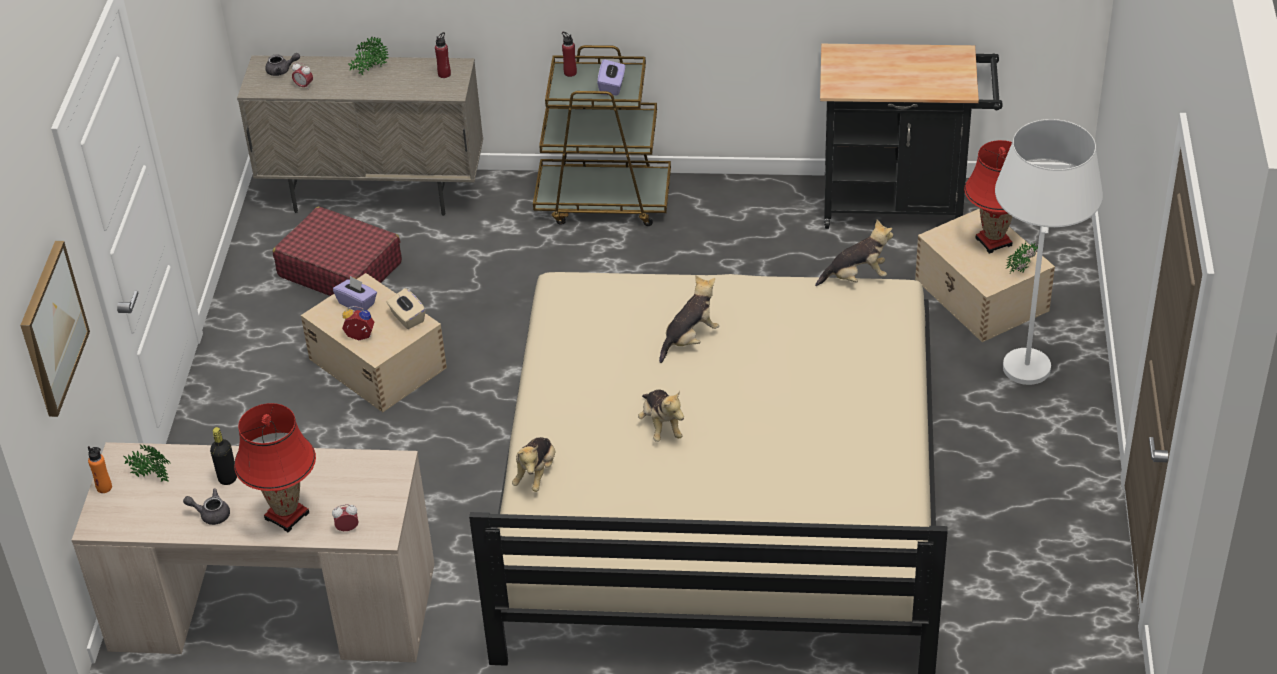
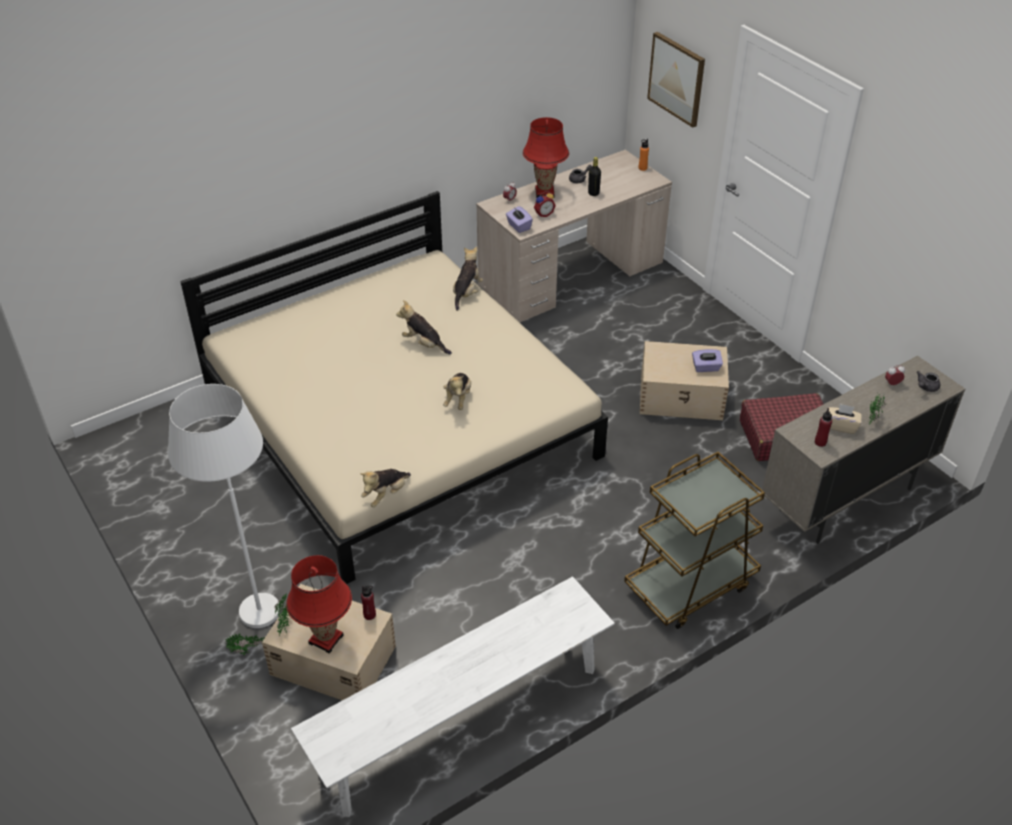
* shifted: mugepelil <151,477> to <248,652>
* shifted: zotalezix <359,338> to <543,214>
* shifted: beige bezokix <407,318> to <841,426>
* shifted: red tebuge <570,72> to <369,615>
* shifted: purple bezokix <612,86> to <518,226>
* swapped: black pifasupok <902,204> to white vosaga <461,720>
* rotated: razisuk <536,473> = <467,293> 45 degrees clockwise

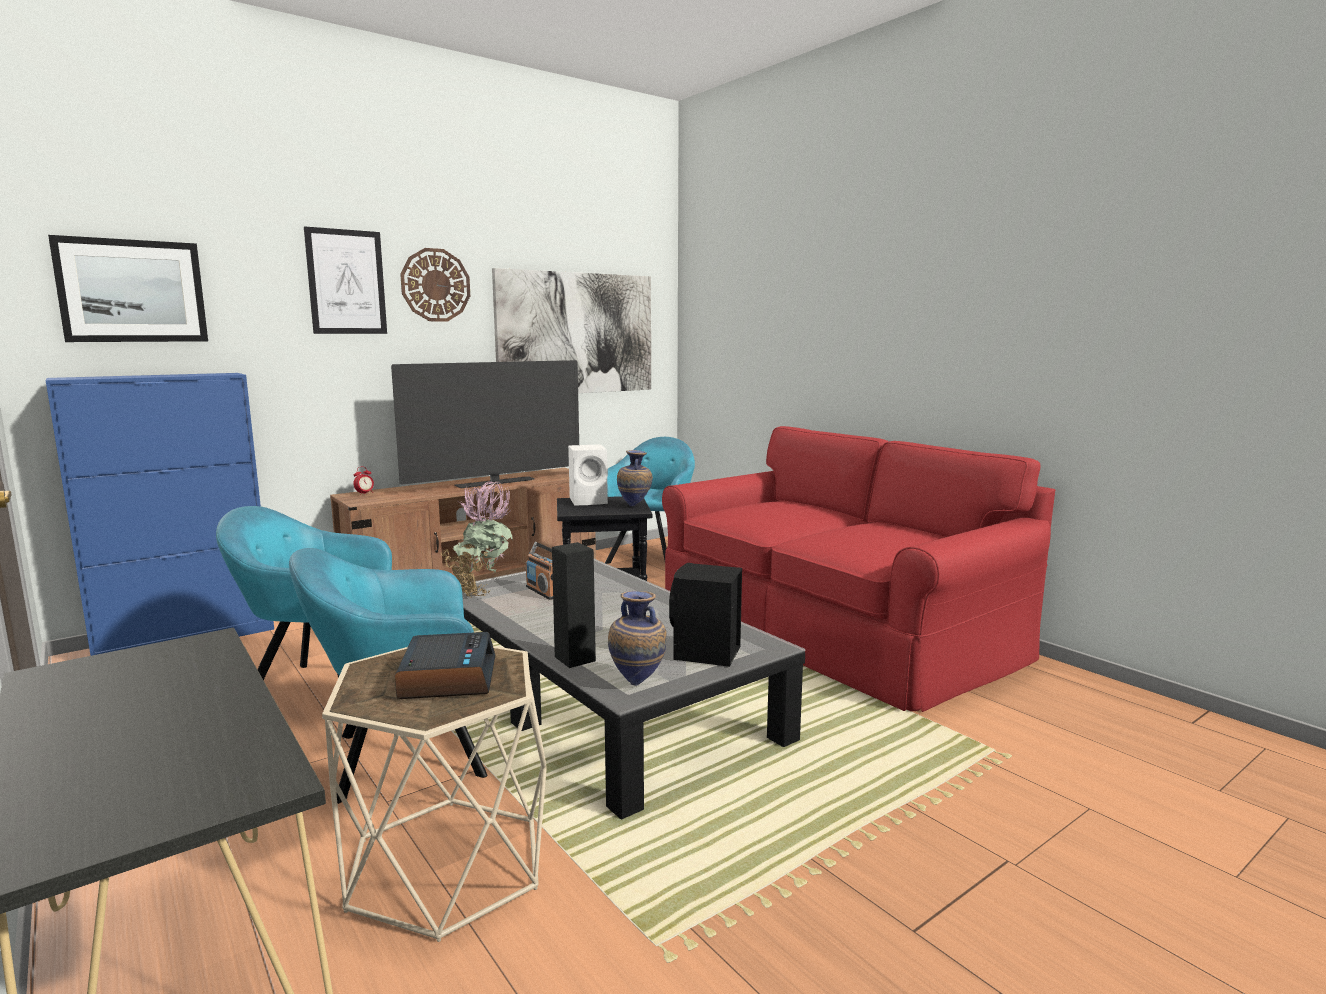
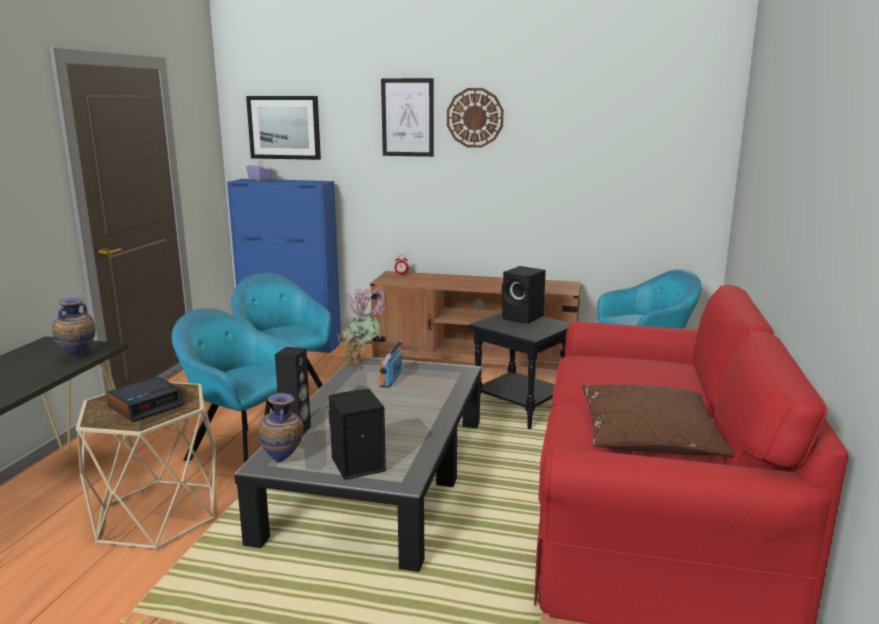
* gone: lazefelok <495,483>
* gone: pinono <576,333>
* new: purple bezokix <260,180>
* new: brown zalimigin <649,436>
* shifted: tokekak <635,506> to <78,358>
* repainted: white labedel <590,501> to black labedel <523,318>

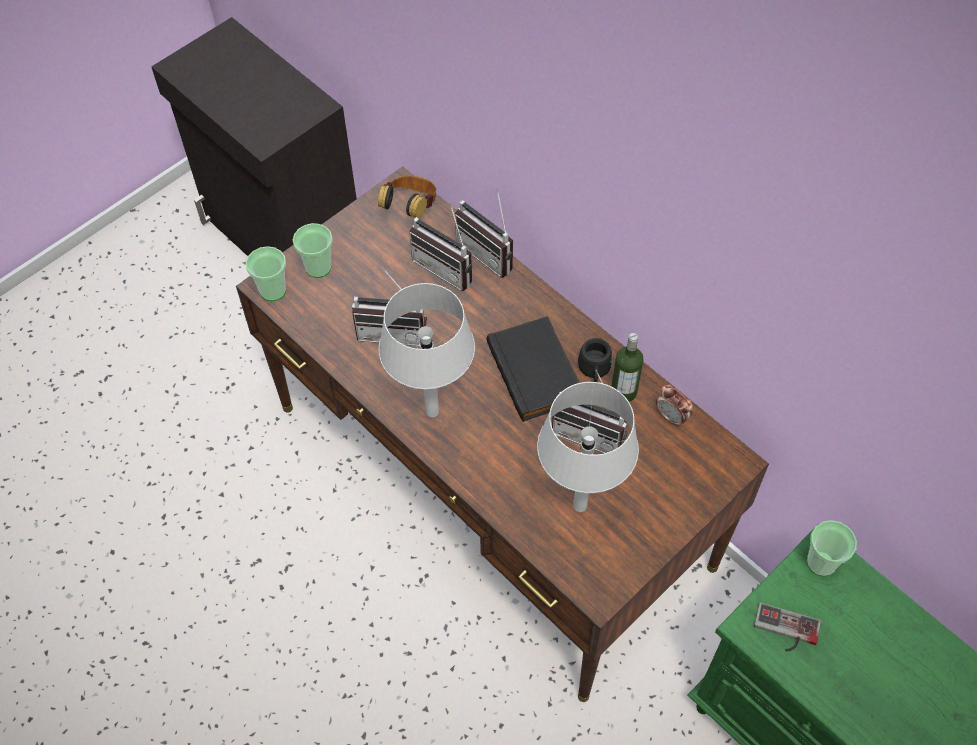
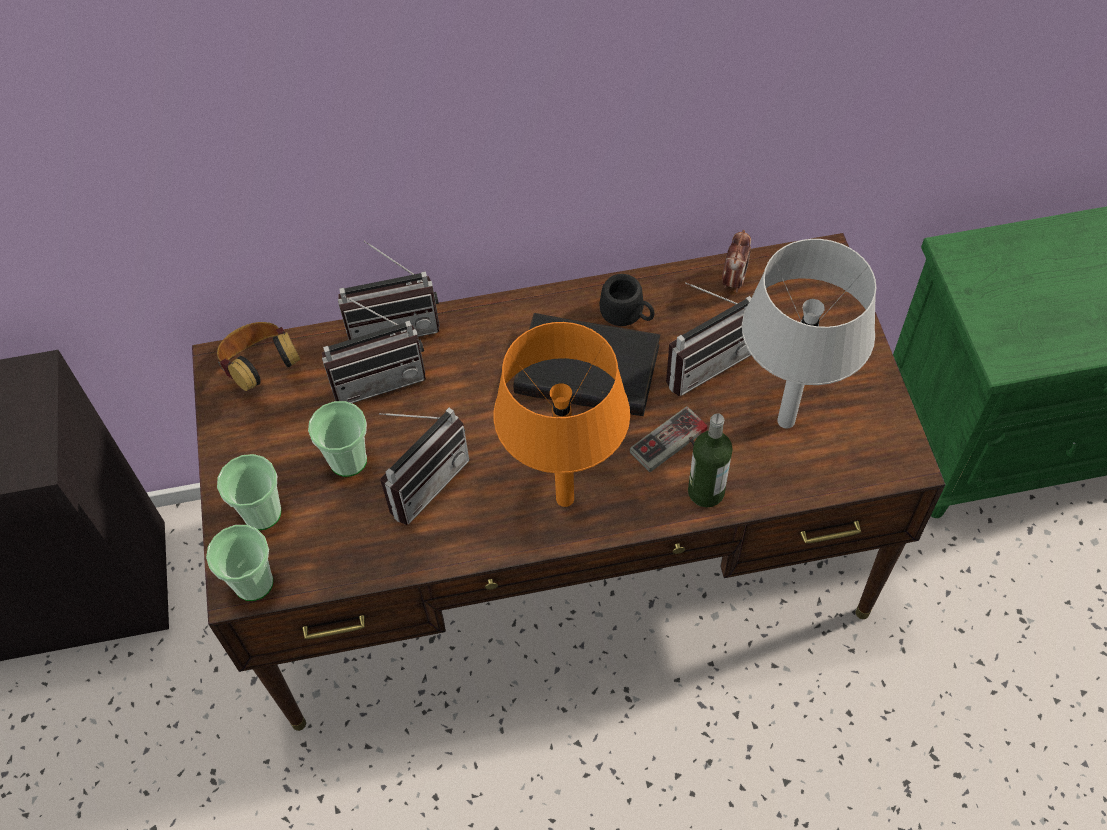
* shifted: tebuge <624,391> to <706,491>
* shifted: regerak <785,631> to <674,447>
* shifted: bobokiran <821,562> to <348,460>
* repainted: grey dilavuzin <431,410> to orange dilavuzin <563,498>
* rotated: zotalezix <672,417> = <733,280> 60 degrees counterclockwise

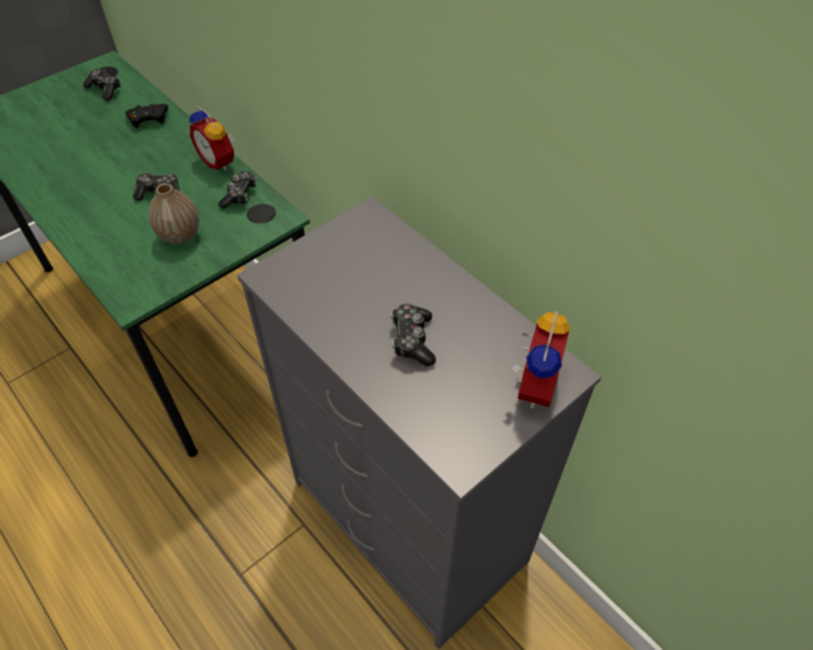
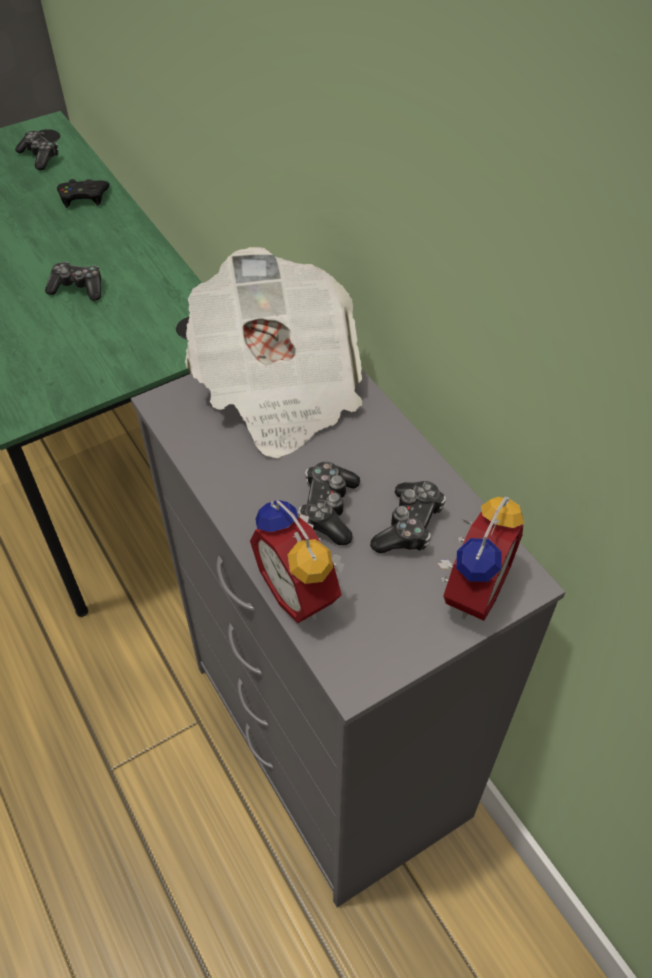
* gone: tokekak <180,235>
* new: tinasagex <277,388>
* shifted: zotalezix <219,161> to <302,591>
* shifted: regerak <239,195> to <409,525>

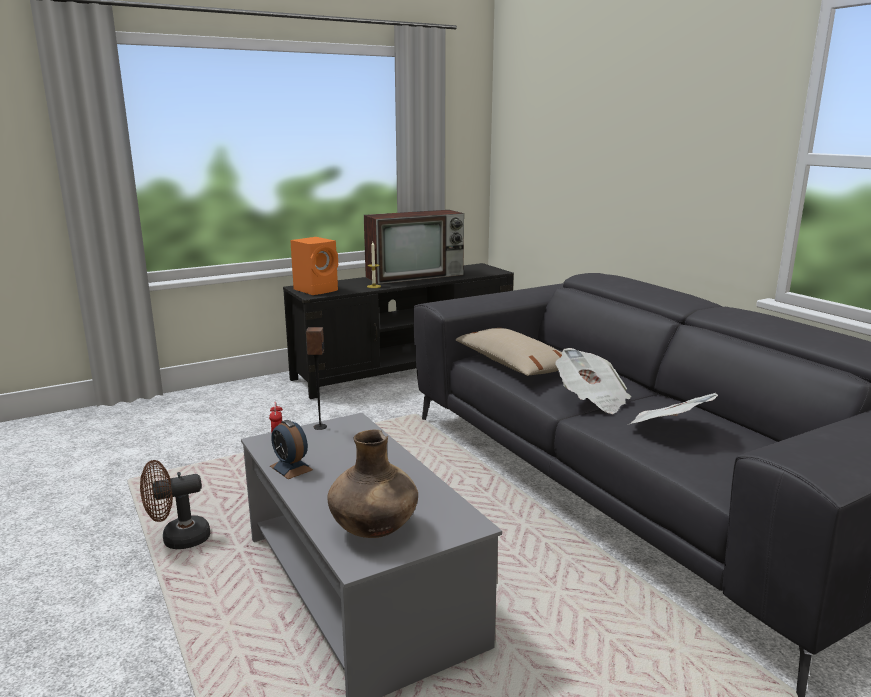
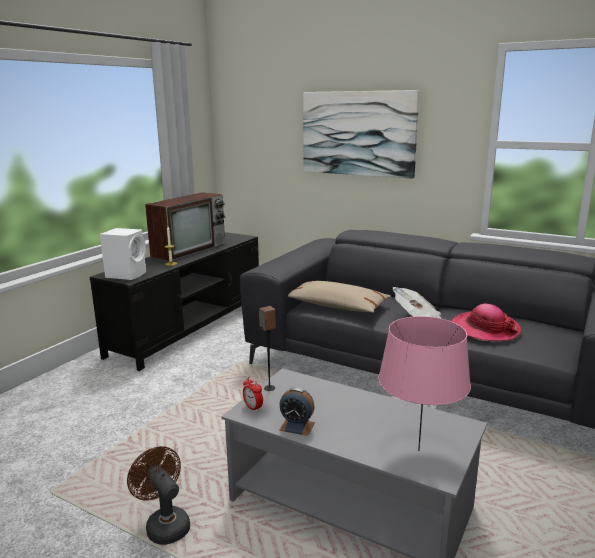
* new: pinono <358,133>
* swapped: brown tokekak <374,530> to pink dilavuzin <419,451>
* swapped: tinasagex <668,429> to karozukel <485,329>
* repainted: orange labedel <317,290> to white labedel <127,274>
* rotated: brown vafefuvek <178,539> = <164,525> 105 degrees clockwise

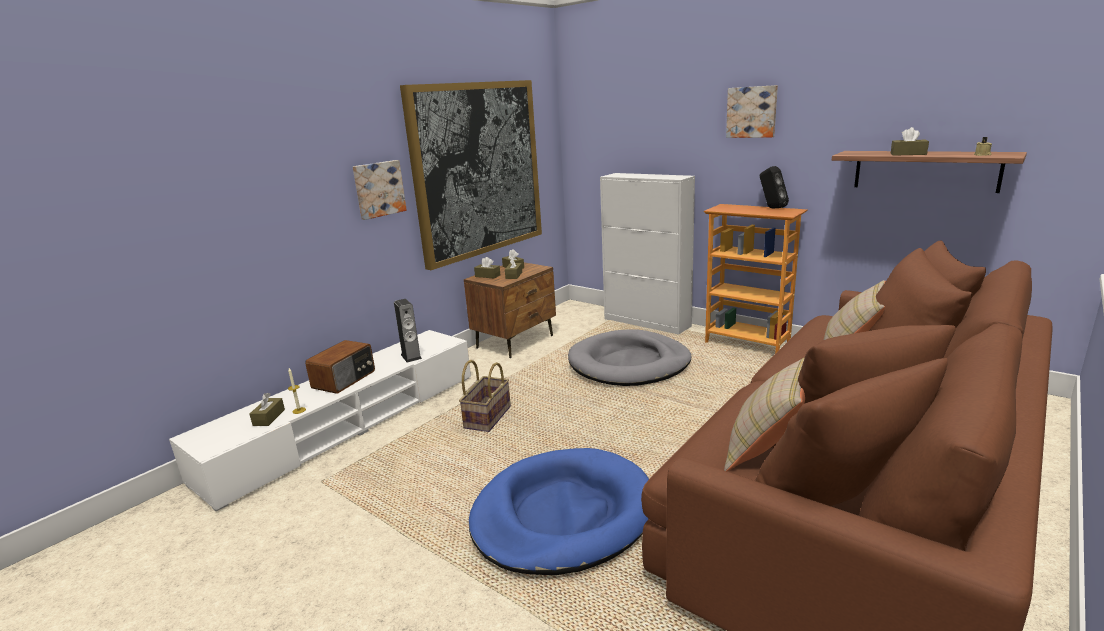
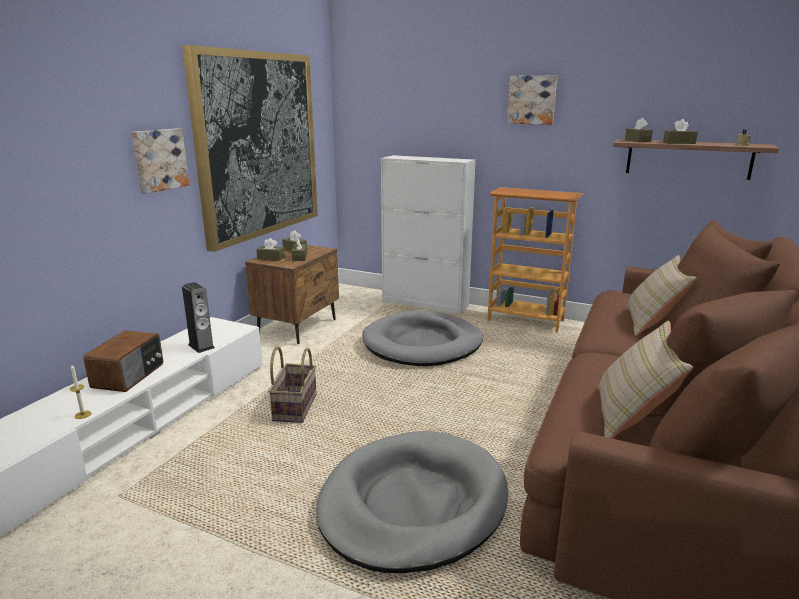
* gone: black labedel <771,208>
* shifted: brown bezokix <269,417> to <637,141>
* repainted: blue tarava <562,515> to grey tarava <412,504>

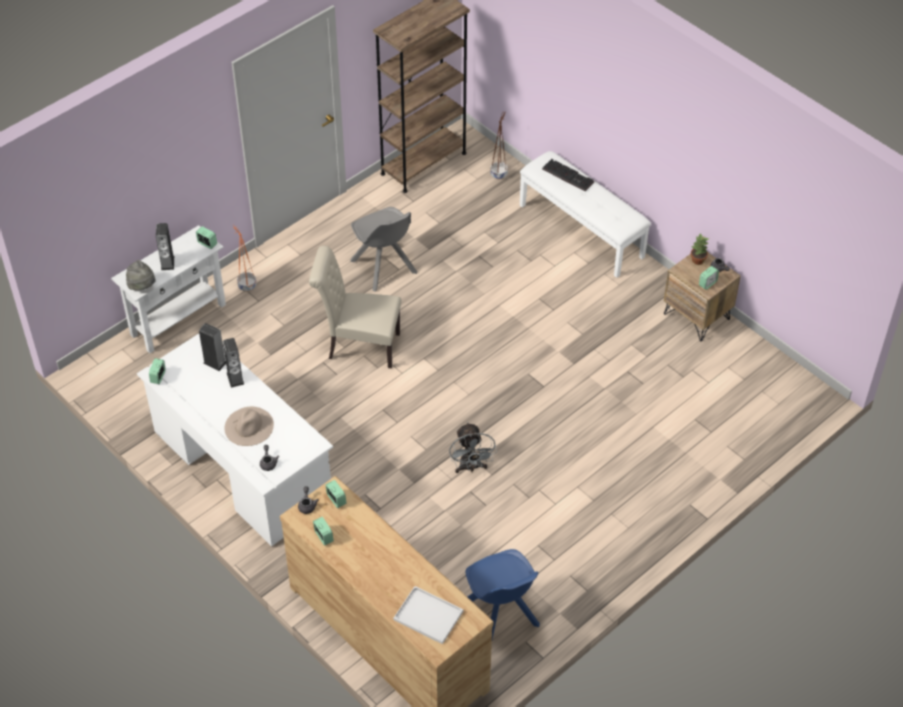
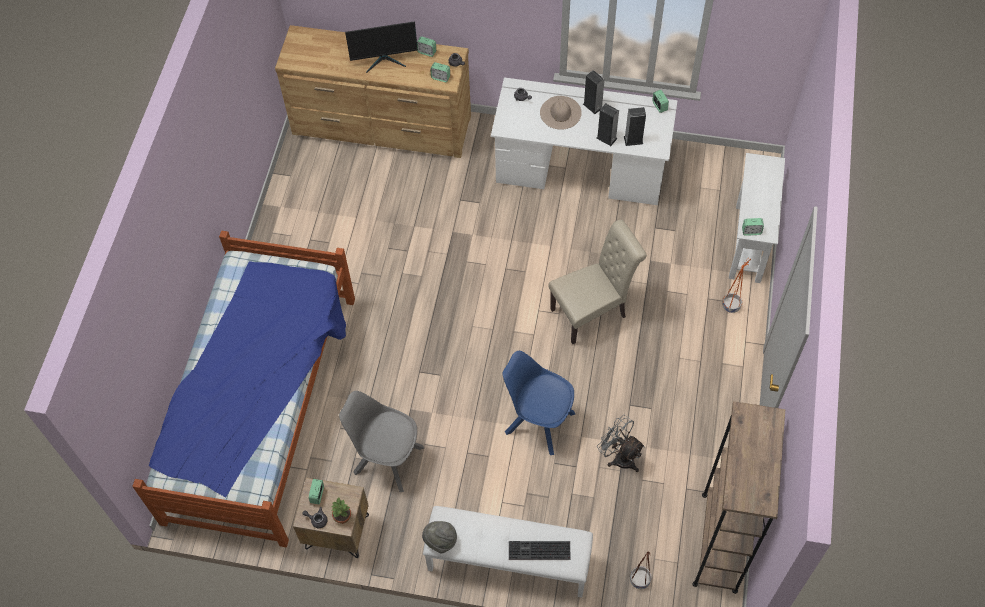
* gone: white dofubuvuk <427,615>
* new: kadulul <263,406>
* new: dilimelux <384,60>
* shifted: grey karozukel <142,286> to <440,540>
* shifted: labedel <167,263> to <593,106>
* shifted: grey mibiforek <384,268> to <386,459>
* shifted: grey vafefuvek <470,467> to <619,456>
* shifted: blue mibiforek <501,616> to <538,421>

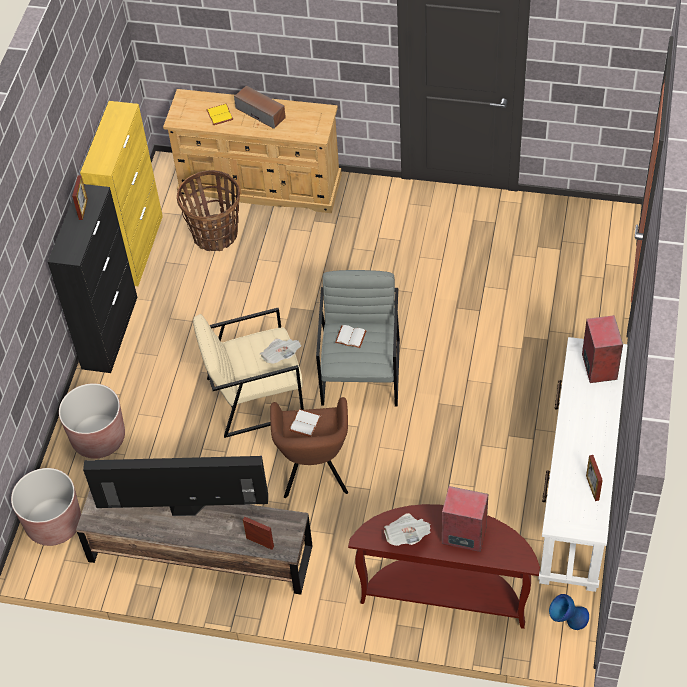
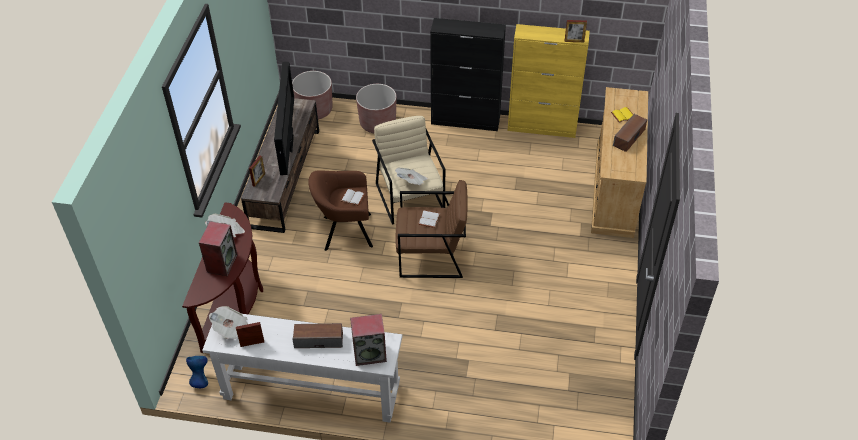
* gone: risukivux <215,234>
* new: tinasagex <232,329>
* new: labedel <319,340>
* shifted: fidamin <83,209> to <574,41>
* repainted: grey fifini <361,372> to brown fifini <431,255>

